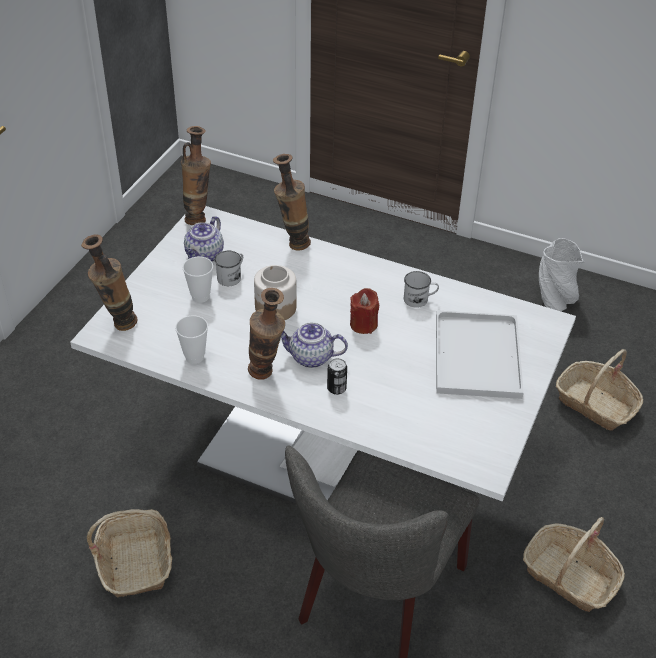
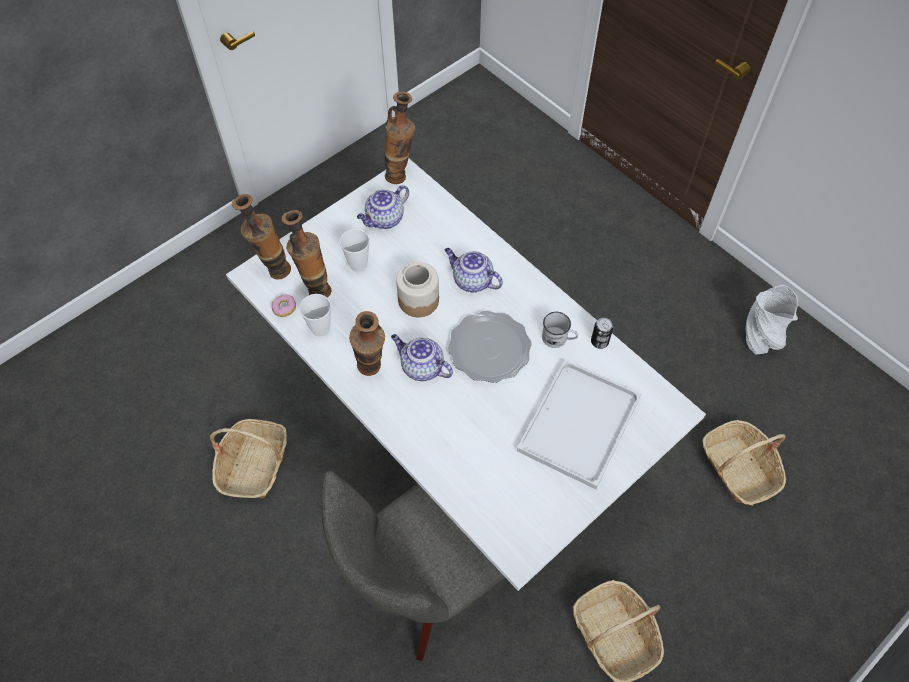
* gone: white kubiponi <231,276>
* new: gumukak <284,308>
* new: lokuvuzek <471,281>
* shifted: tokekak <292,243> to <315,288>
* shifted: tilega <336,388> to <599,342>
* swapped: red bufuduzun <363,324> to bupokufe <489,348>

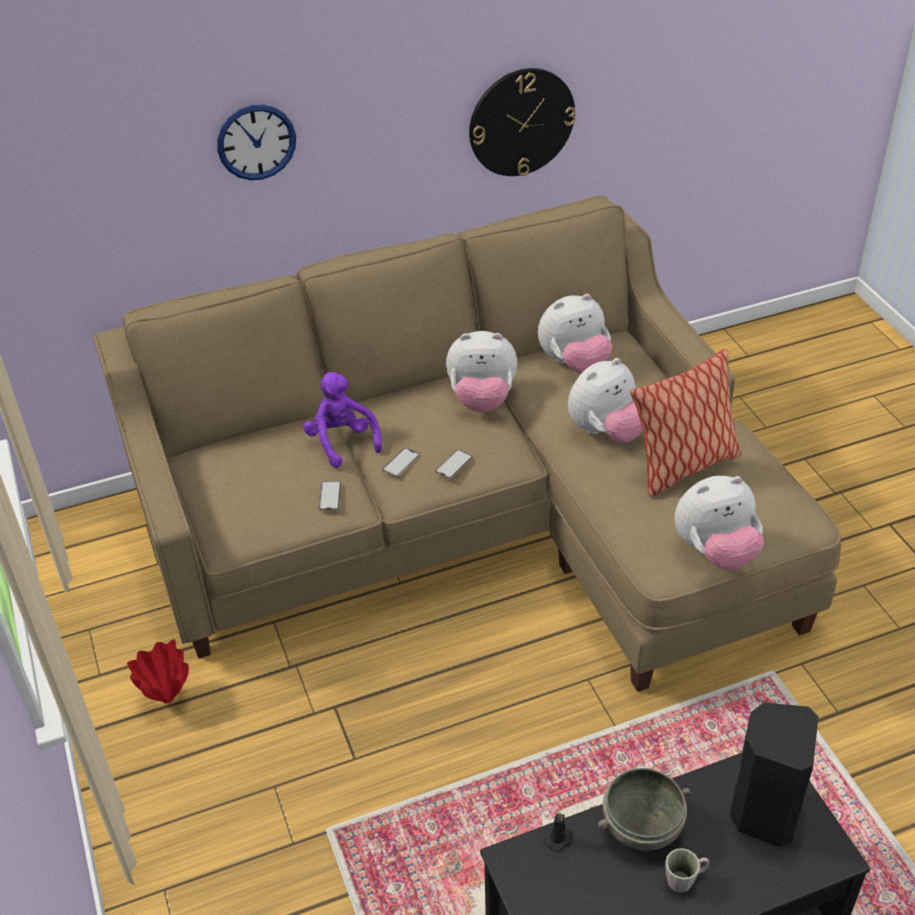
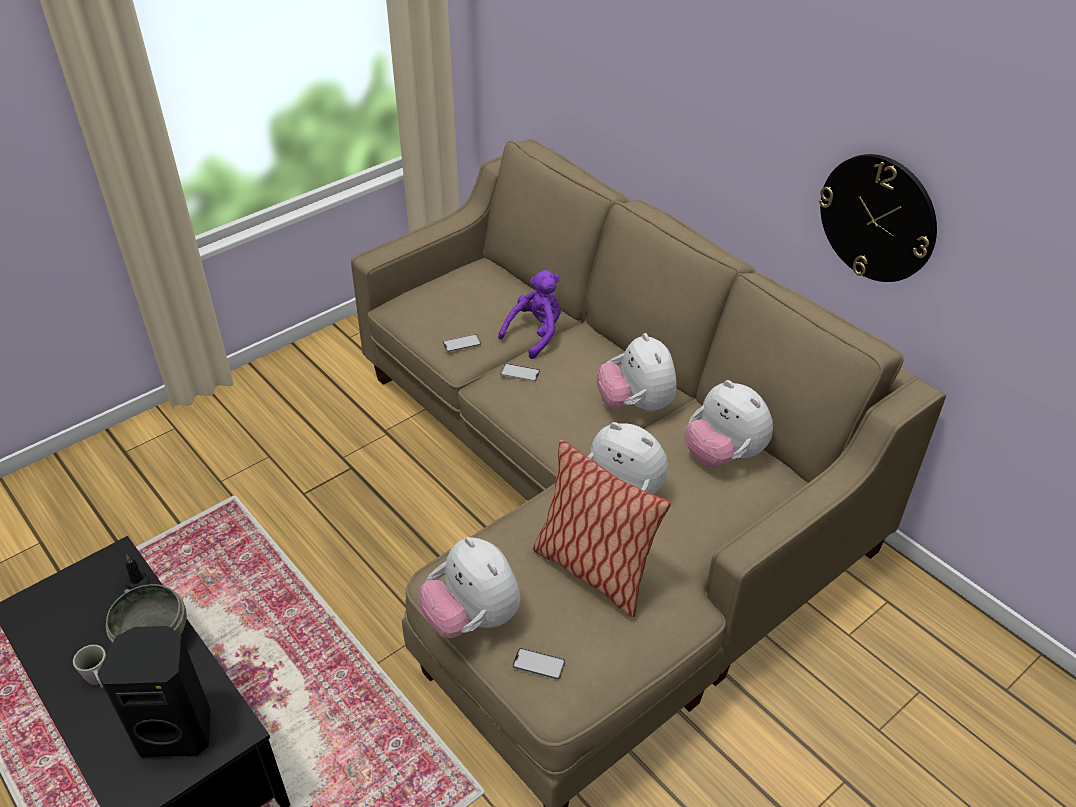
* gone: red tokekak <167,698>
* gone: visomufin <256,142>
* shifted: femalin <453,464> to <538,664>

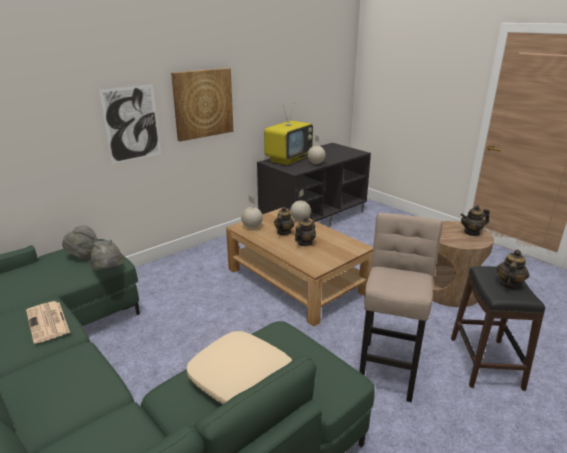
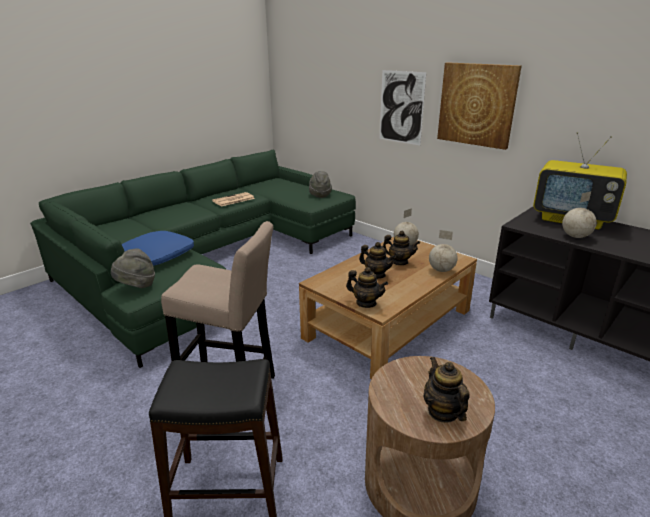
* shifted: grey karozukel <109,271> to <136,286>
* shifted: lokuvuzek <508,284> to <366,303>
* repainted: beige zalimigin <240,378> to blue zalimigin <156,256>

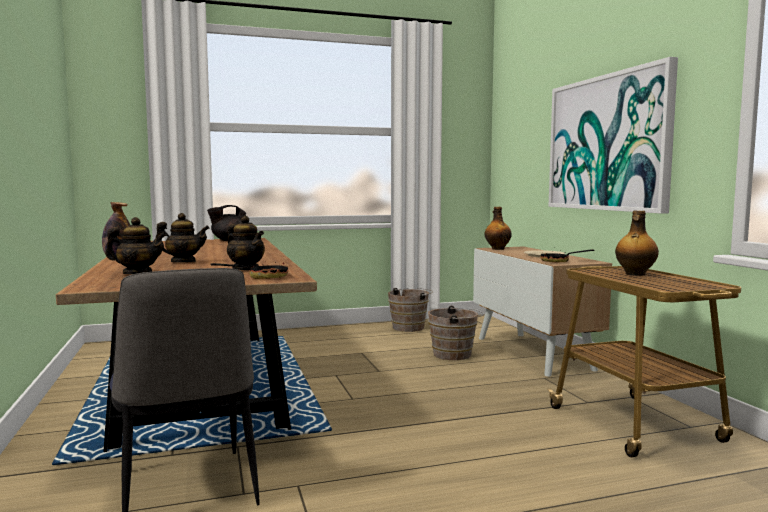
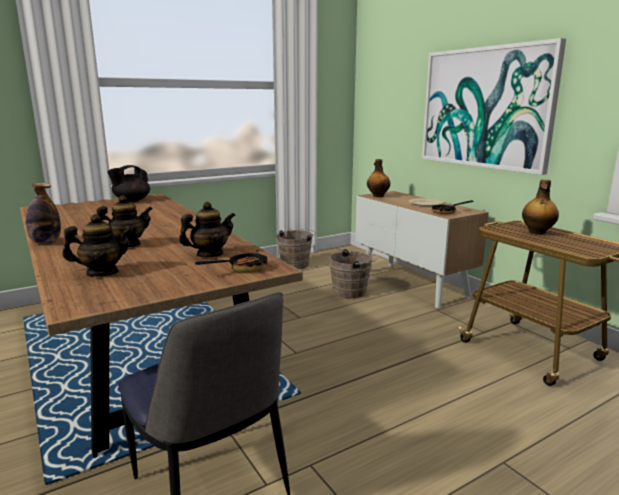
* rotated: lokuvuzek <246,269> = <209,254> 60 degrees counterclockwise

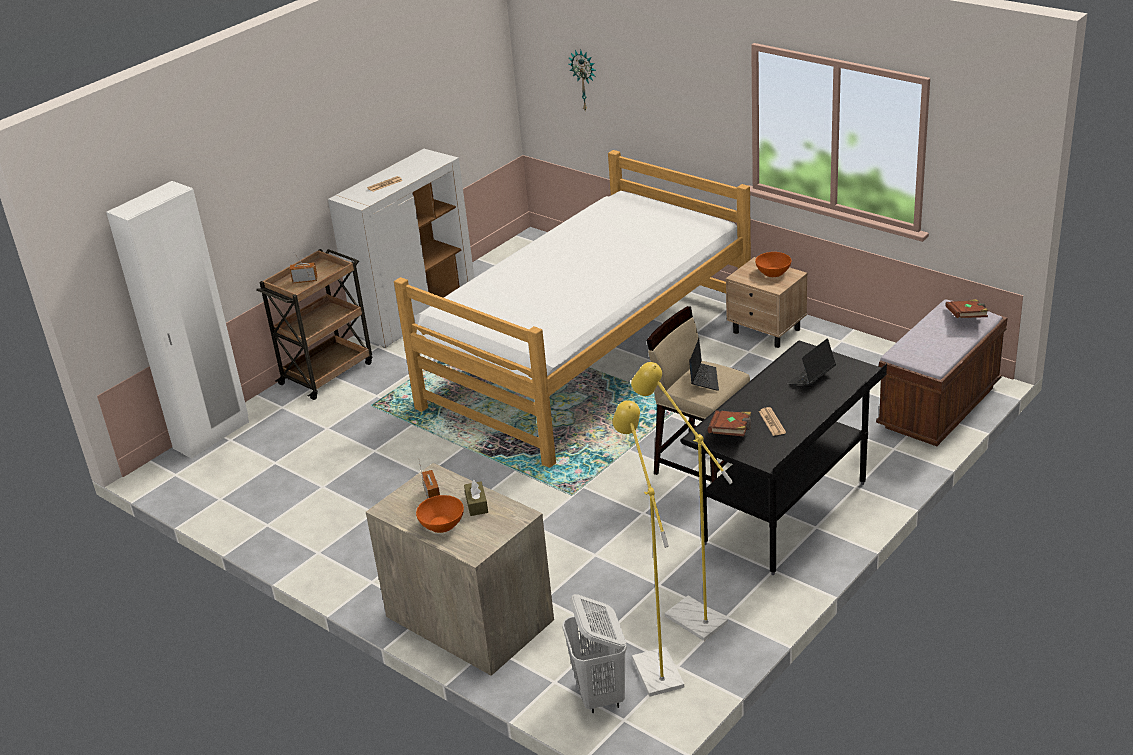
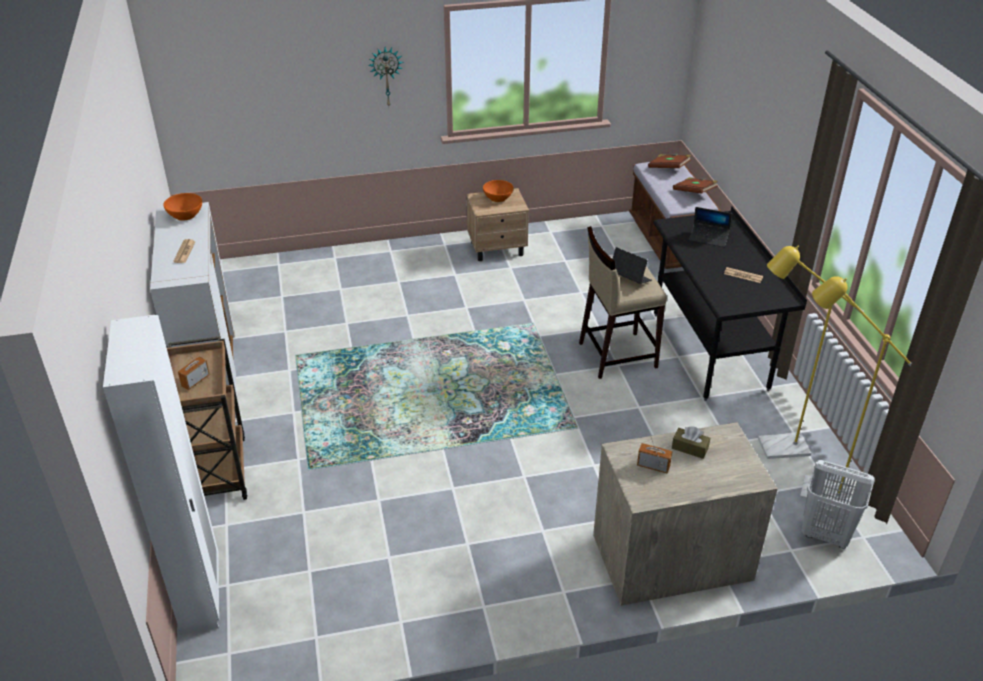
* gone: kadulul <590,358>
* shifted: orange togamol <442,524> to <185,215>
* shifted: visomufin <584,80> to <386,76>
* shifted: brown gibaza <731,433> to <694,192>
* rotated: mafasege <811,378> = <708,238> 60 degrees counterclockwise

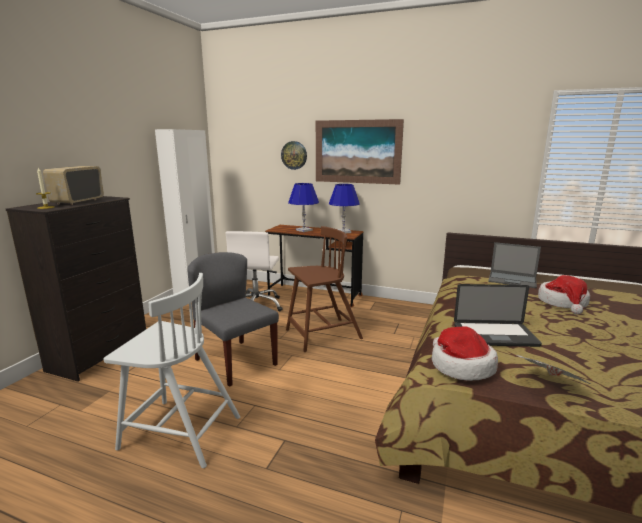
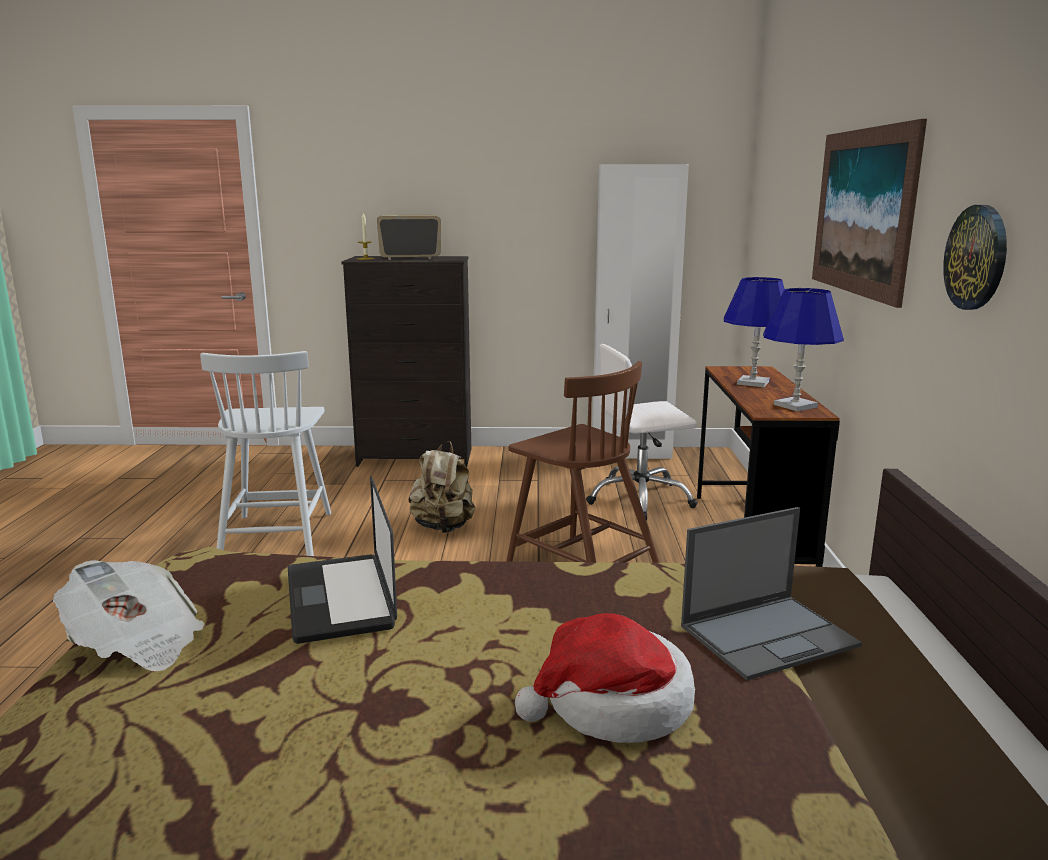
* gone: karozukel <460,366>
* shifted: visomufin <294,155> to <977,257>
* swapped: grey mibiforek <235,361> to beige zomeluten <443,527>
* rotated: mafasege <513,280> = <770,635> 120 degrees counterclockwise

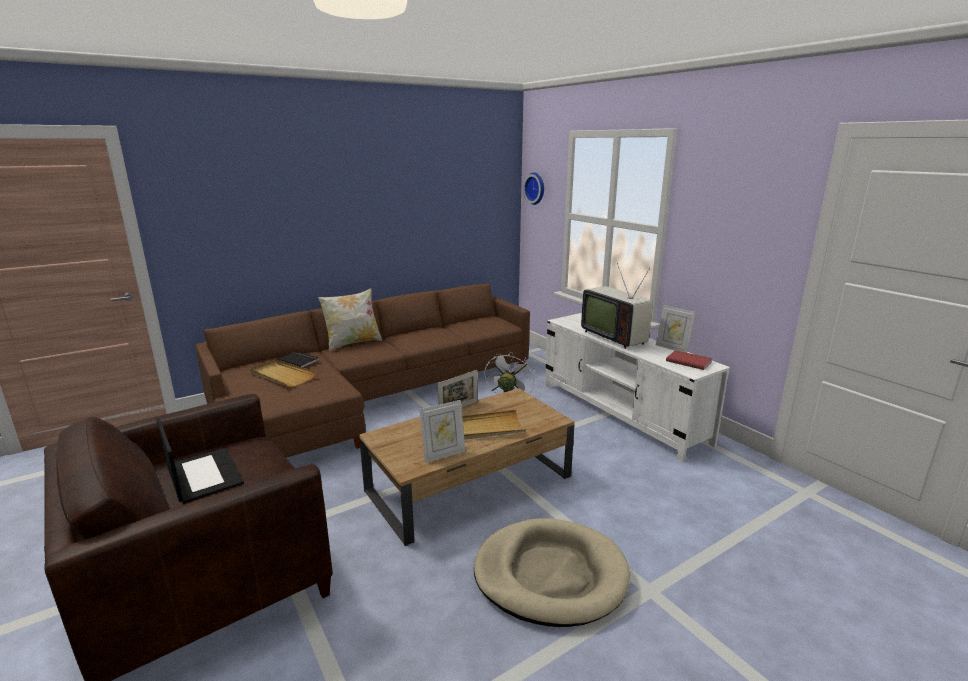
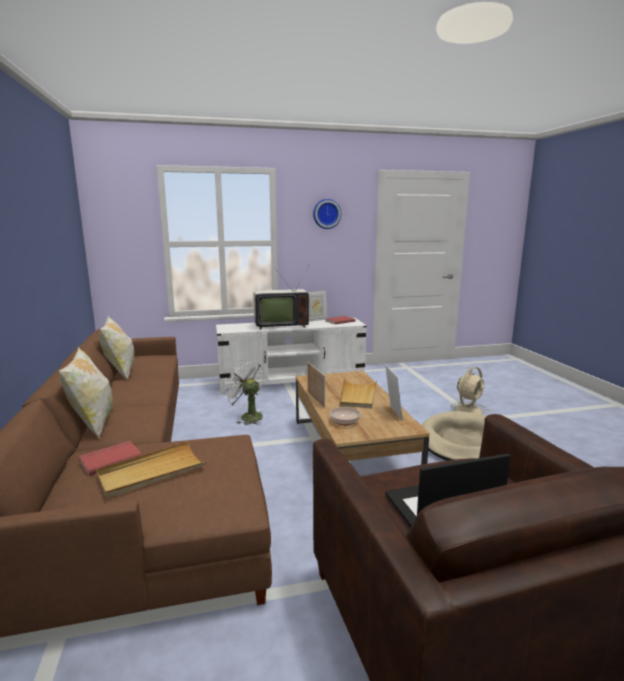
* new: zalimigin <120,372>
* new: togamol <344,422>
* new: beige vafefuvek <469,410>
* shifted: visomufin <536,188> to <326,214>
* repainted: black gibaza <299,361> to red gibaza <110,459>

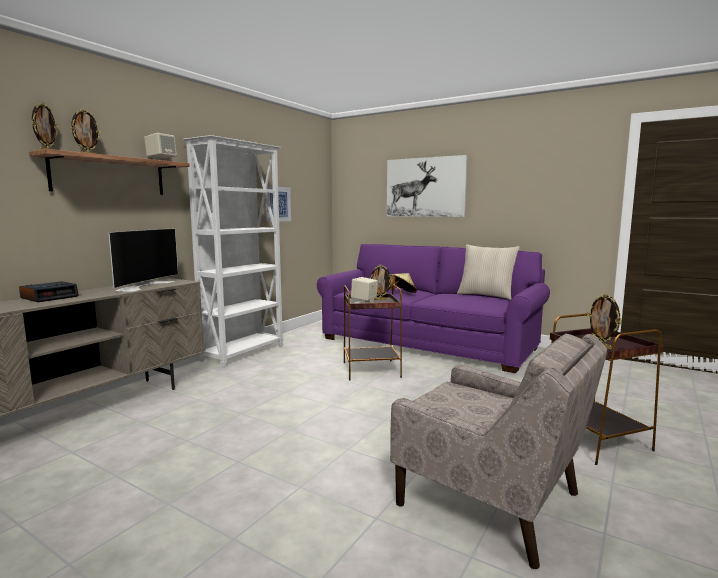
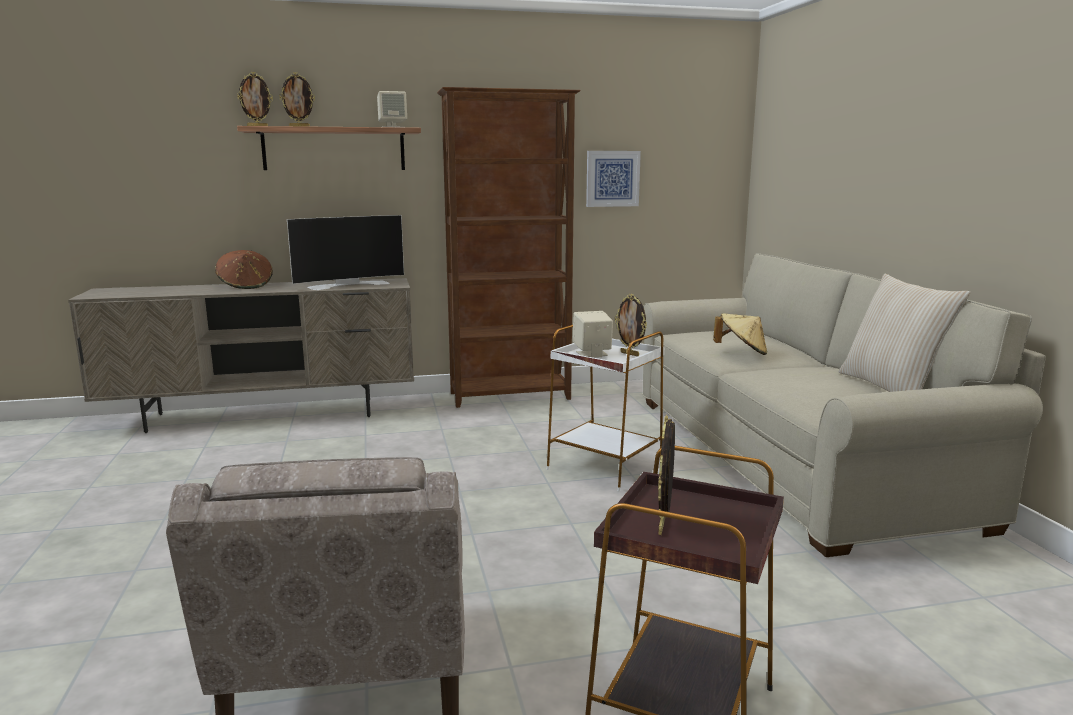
* gone: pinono <425,187>
* swapped: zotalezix <50,297> to brown karozukel <246,286>
* repainted: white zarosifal <244,353> to brown zarosifal <511,396>
* repainted: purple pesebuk <428,343> to beige pesebuk <789,456>
* repainted: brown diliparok <372,370> to white diliparok <605,466>

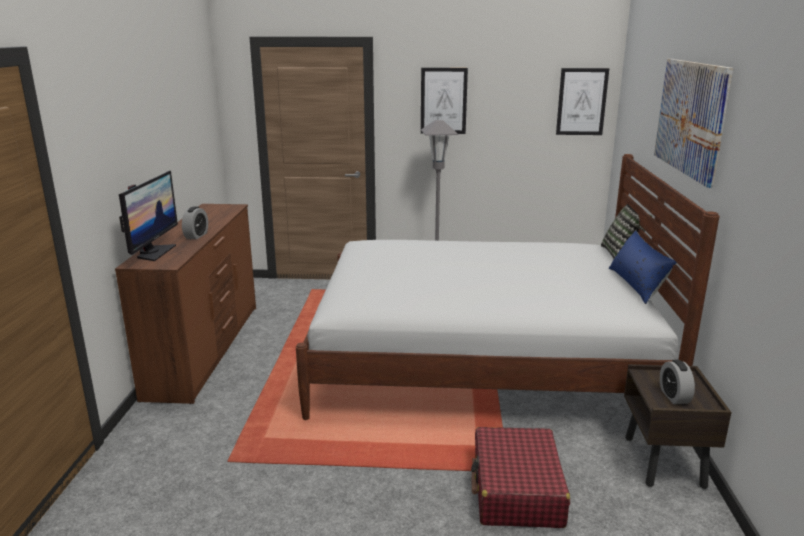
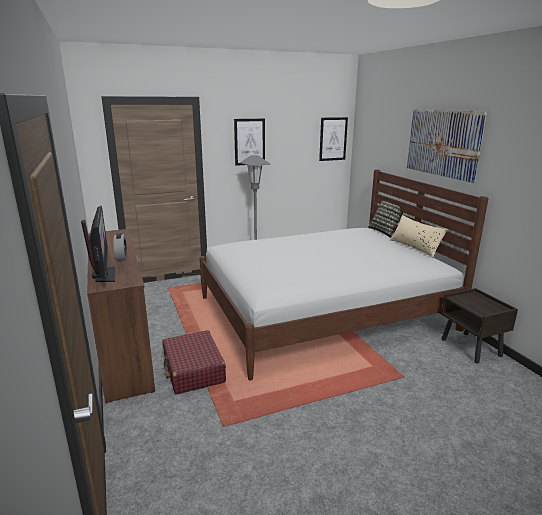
* gone: zotalezix <674,396>
* shifted: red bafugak <516,490> to <193,370>
* repainted: blue zalimigin <637,285> to beige zalimigin <415,247>

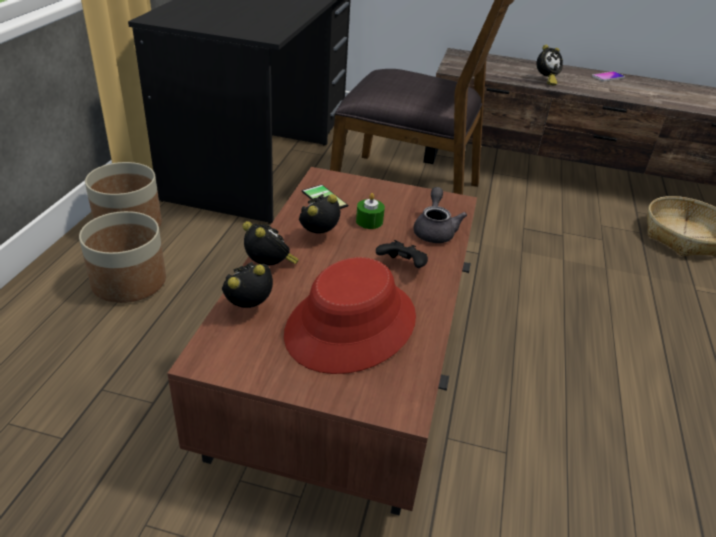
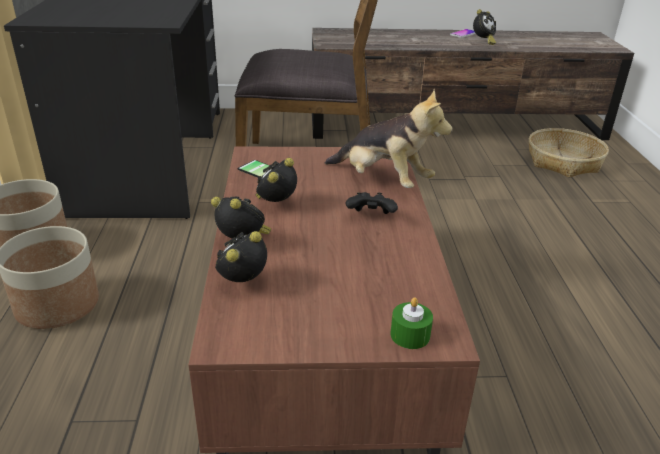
* gone: red karozukel <351,326>
* shifted: green bufuduzun <369,221> to <410,335>
* shifted: zotalezix <545,80> to <482,42>
* swapped: grey lokuvuzek <434,230> to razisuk <383,181>

